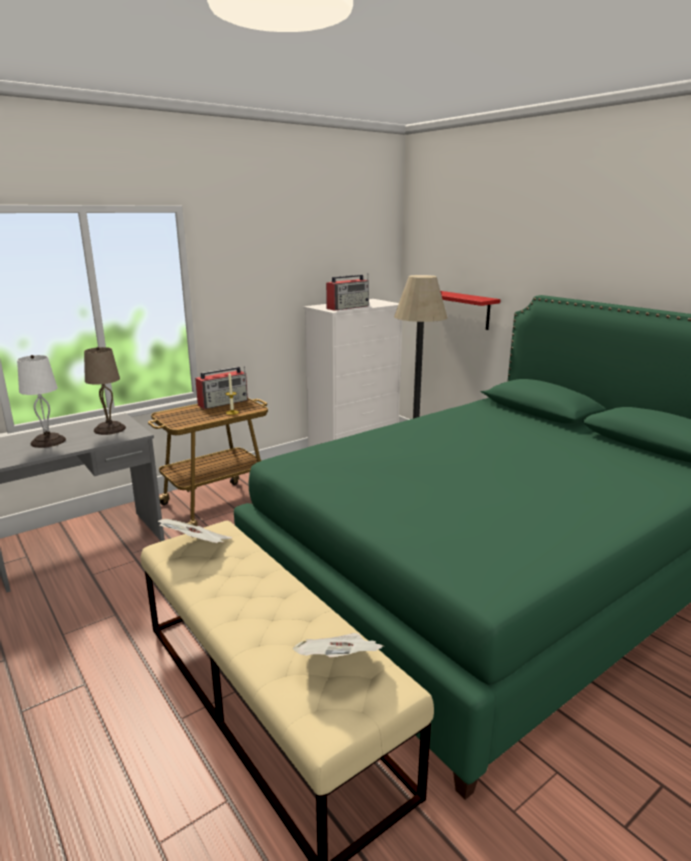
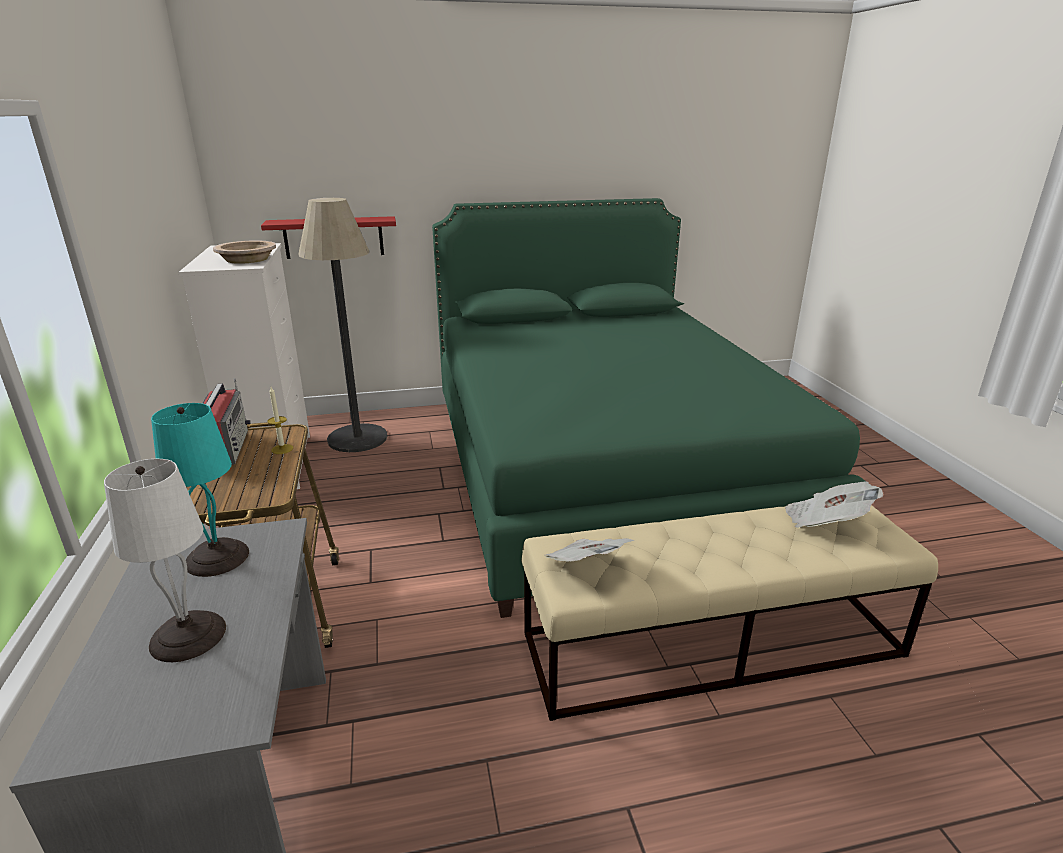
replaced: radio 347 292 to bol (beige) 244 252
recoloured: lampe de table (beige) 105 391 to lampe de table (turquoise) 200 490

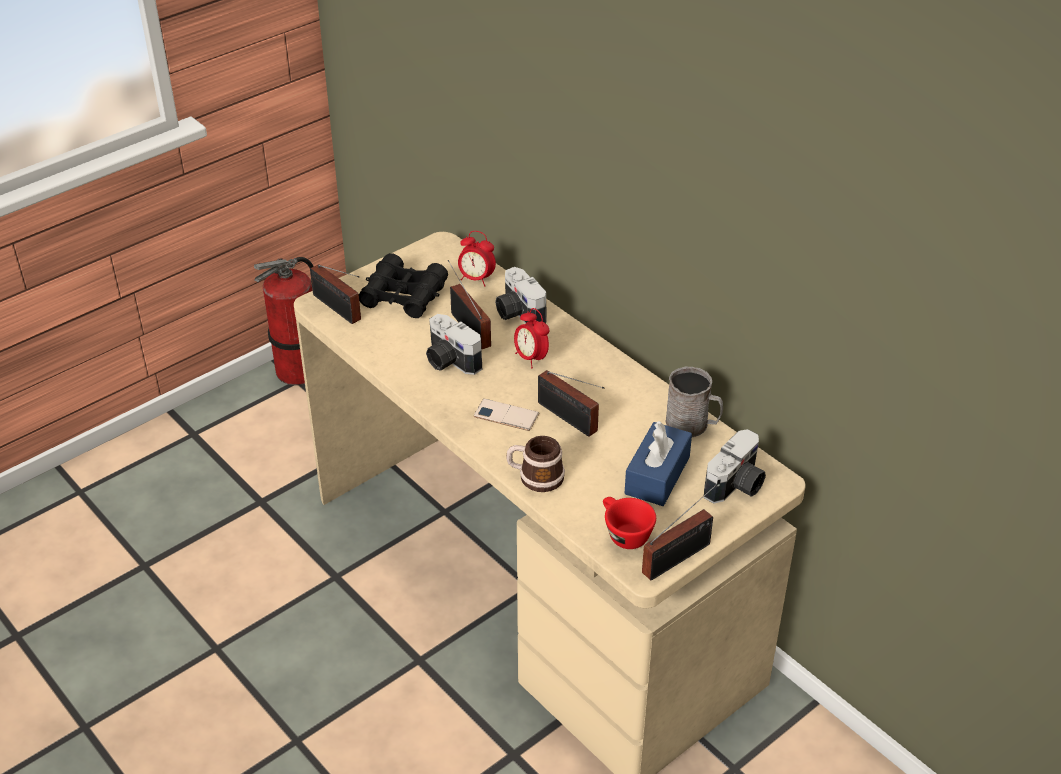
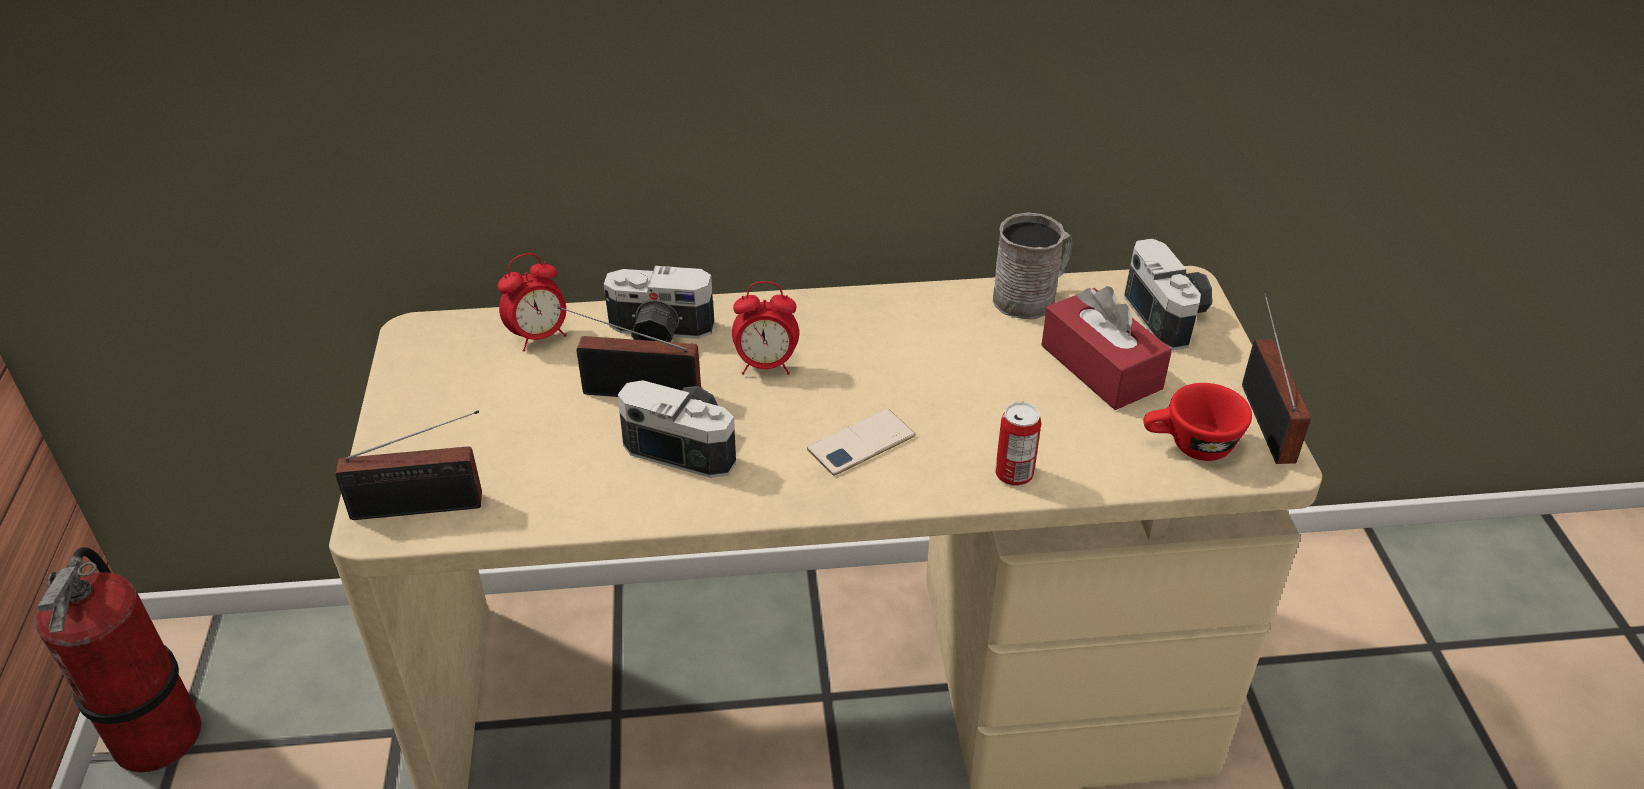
removed: jumelles (noir) 403 285; radio 571 403
replaced: mug 535 464 to boîte métallique 1018 444
recoloured: boîte à mouchoirs (bleu) 658 463 to boîte à mouchoirs (rouge) 1106 348
turned: appareil photo 454 344 = 676 429 150 degrees counterclockwise

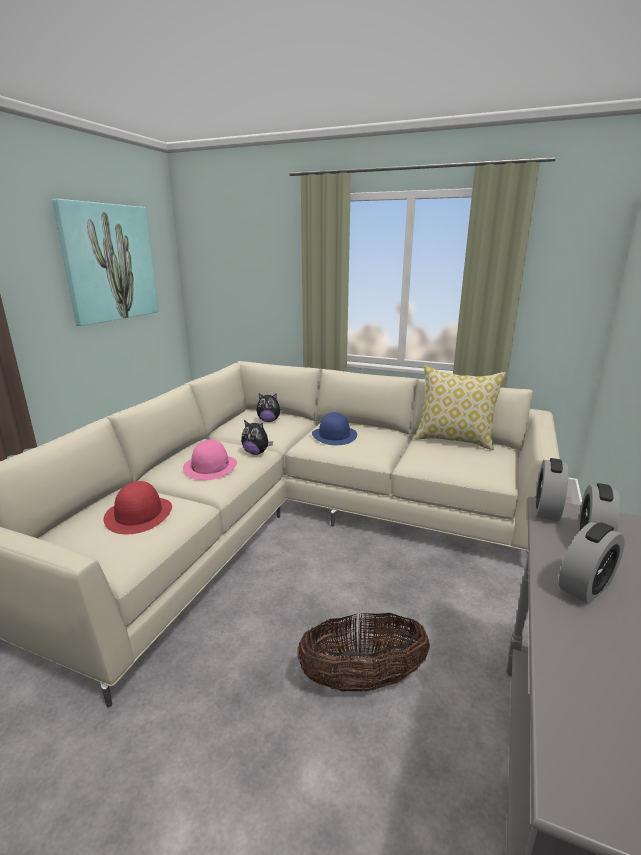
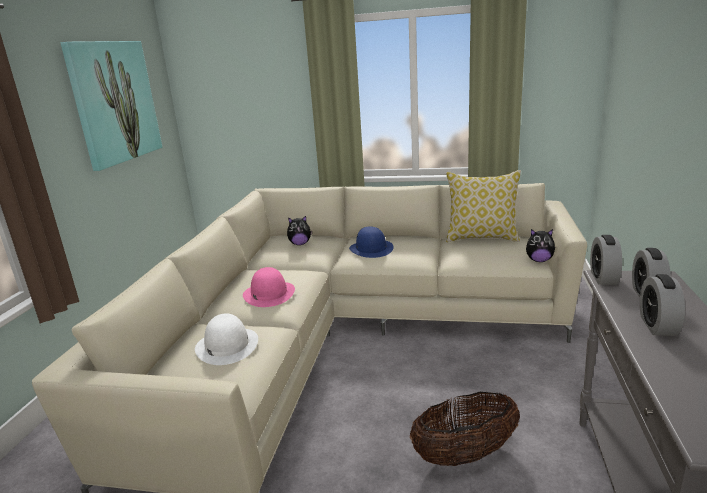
moved: peluche 257 437 to 540 245
recoloured: chapeau (rouge) 138 507 to chapeau (blanc) 226 339
turned: réveil 592 563 = 662 305 150 degrees clockwise

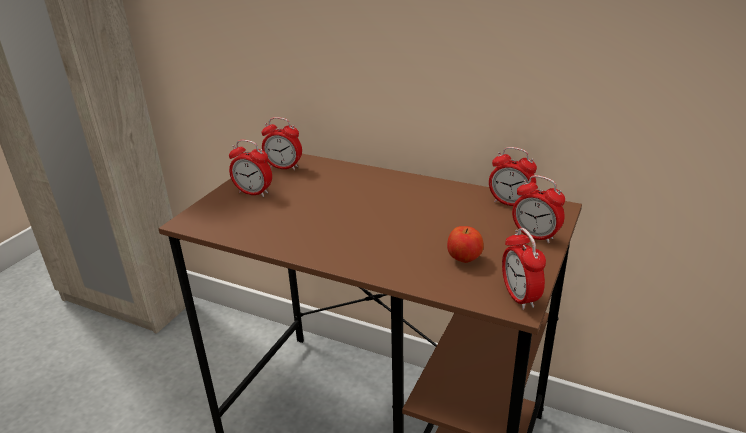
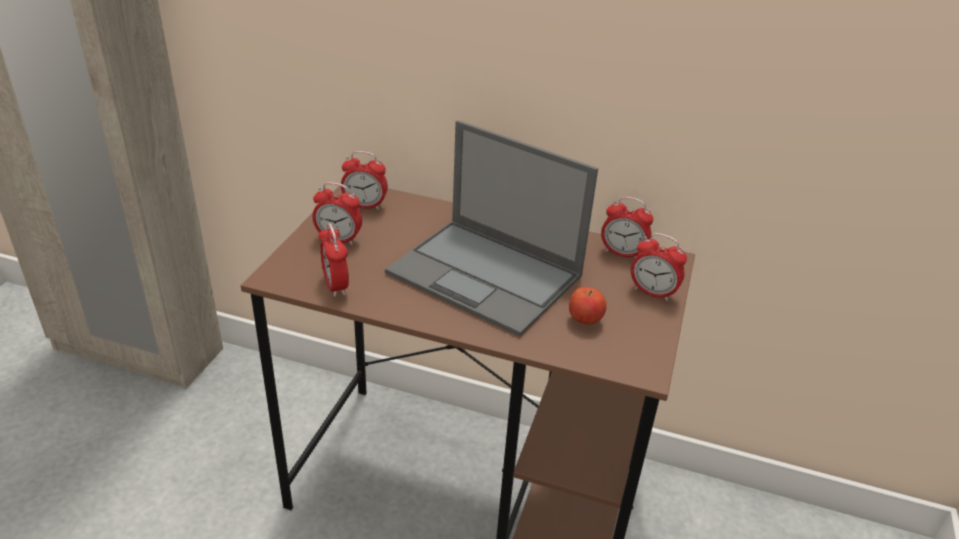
added: ordinateur portable 491 228
moved: réveil 524 269 to 333 260

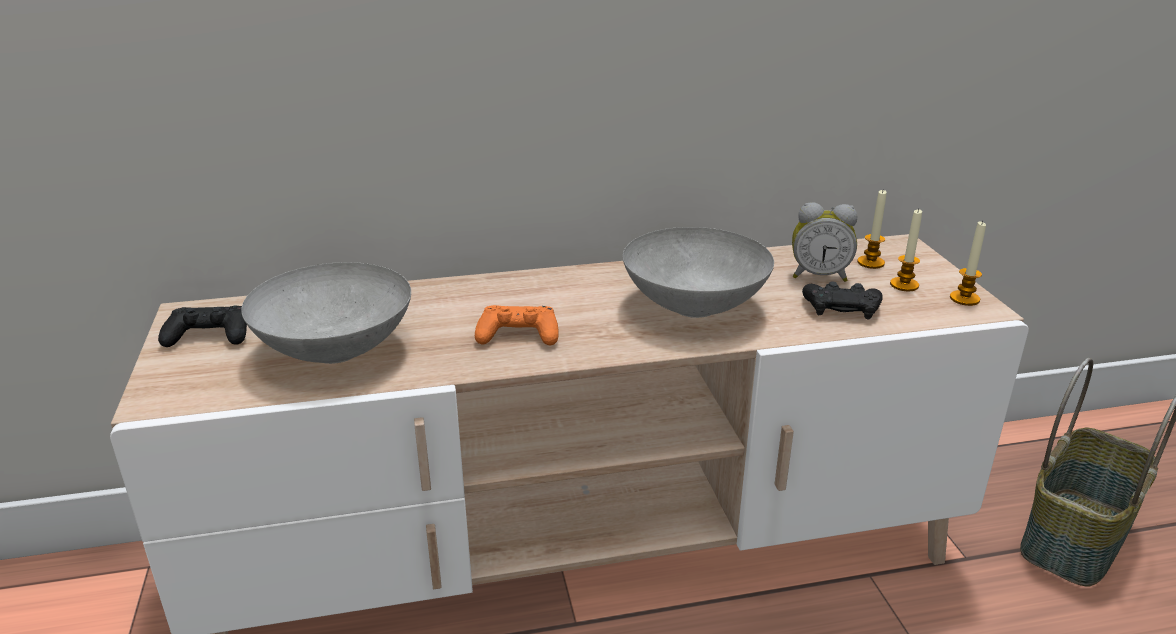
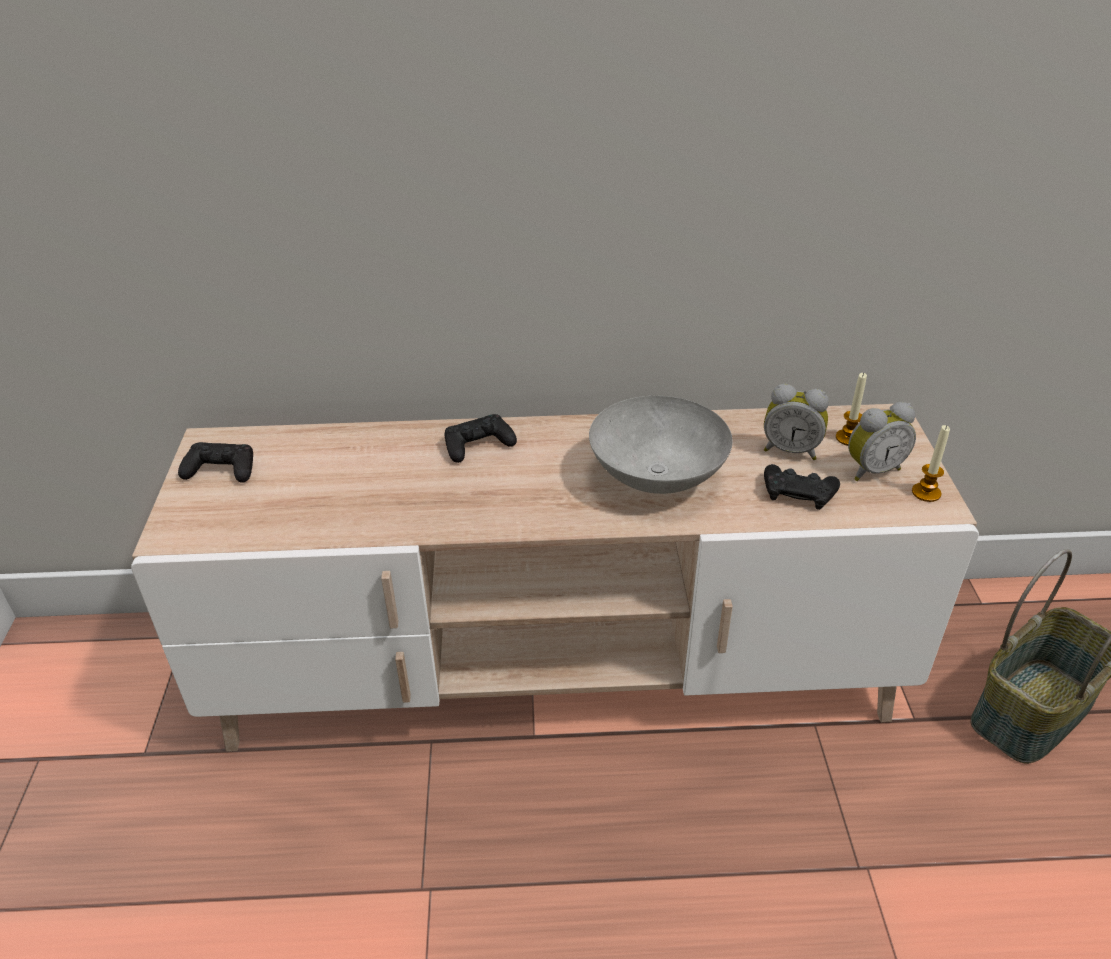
removed: bol (gris) 326 313; manette (orange) 517 325
added: manette (noir) 481 438
replaced: bougie 906 250 to réveil 882 441

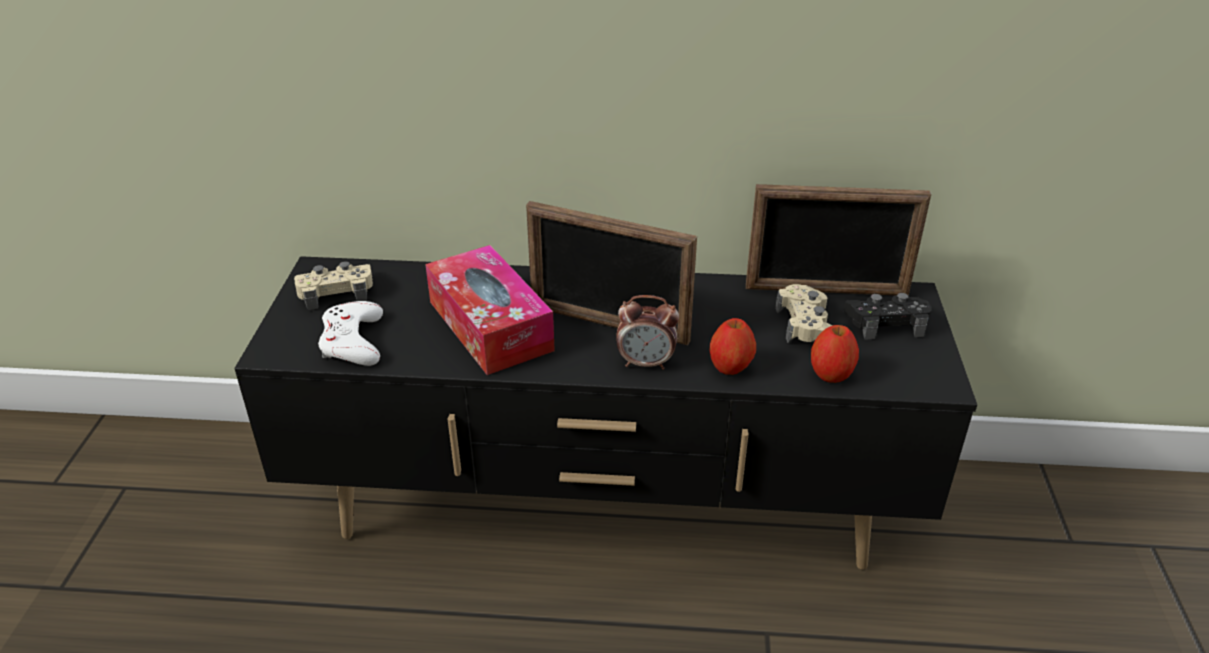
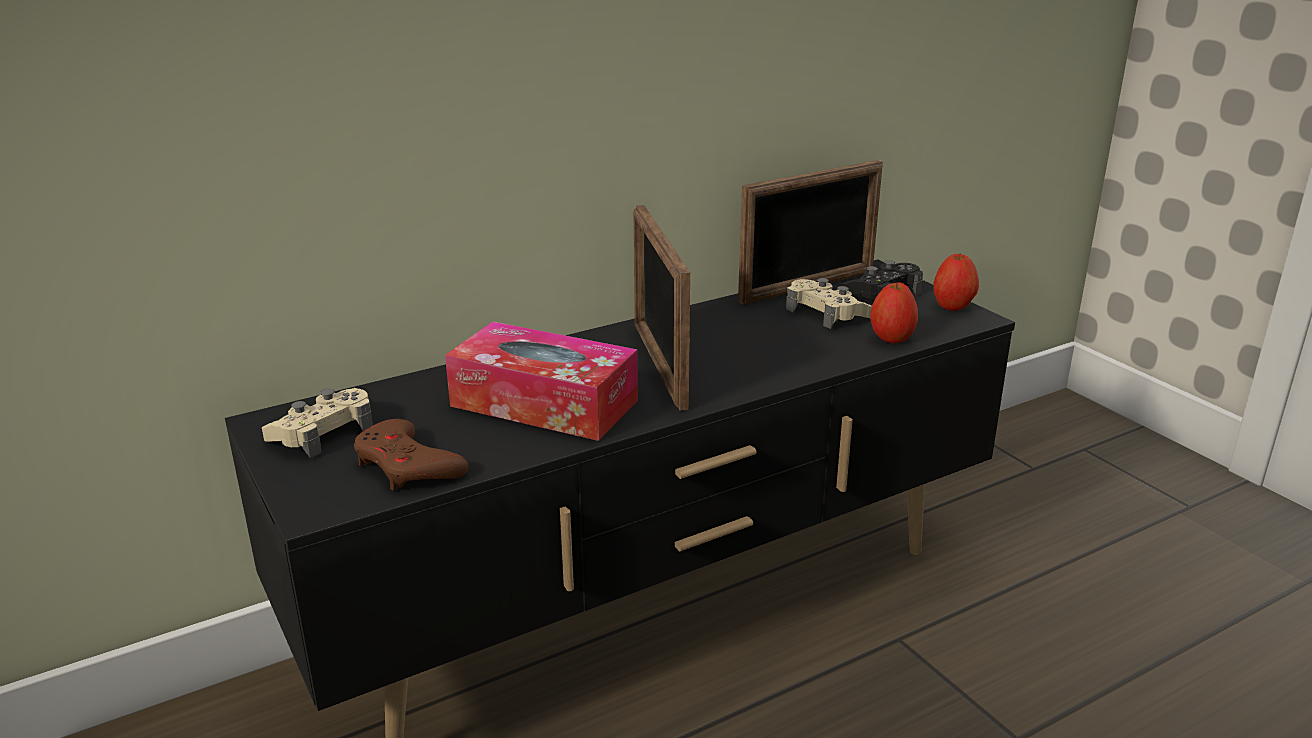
removed: réveil 647 332
moved: pomme 732 346 to 956 282
recoloured: manette (blanc) 350 333 to manette (marron) 411 454
turned: cadre photo 611 273 = 661 308 90 degrees clockwise

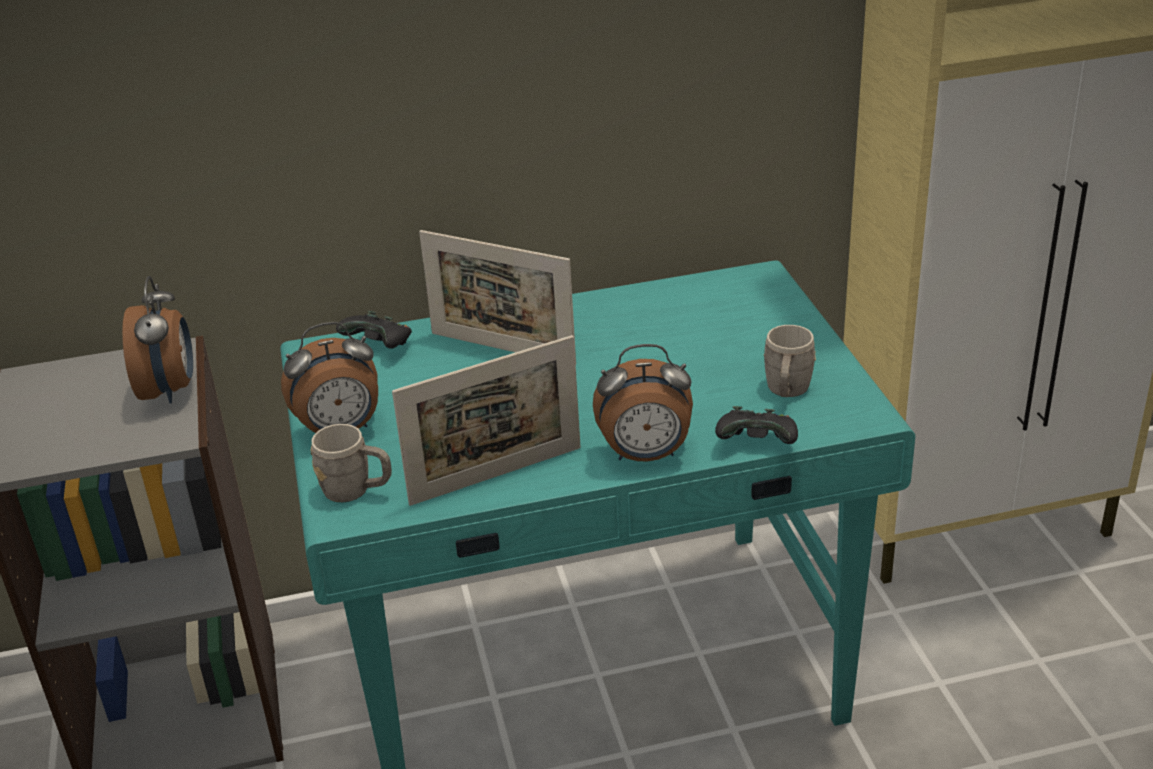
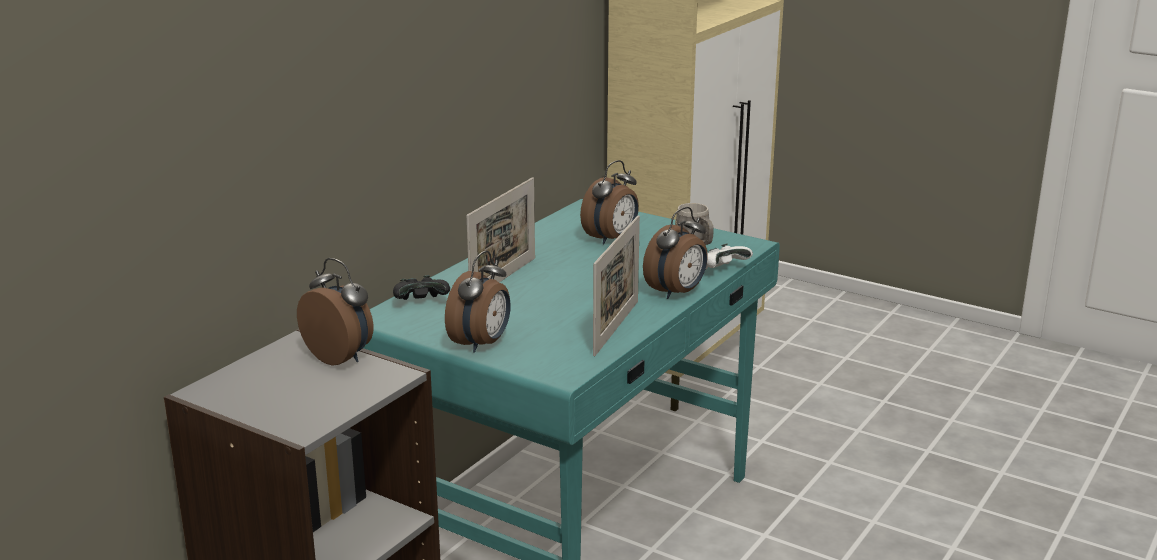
removed: mug (gris) 351 463
added: réveil 609 202
recoloured: manette (noir) 756 425 to manette (blanc) 729 256
turned: cadre photo 497 296 = 500 229 45 degrees counterclockwise

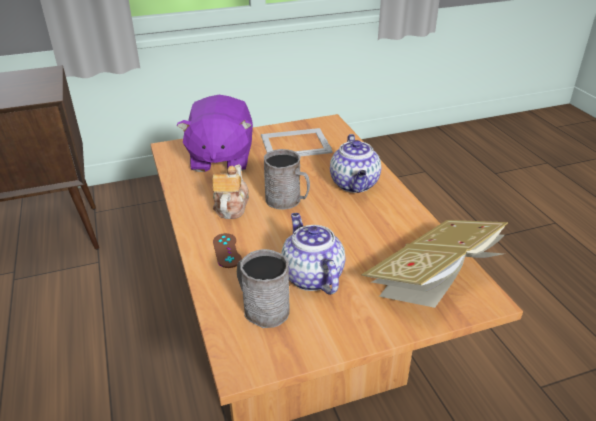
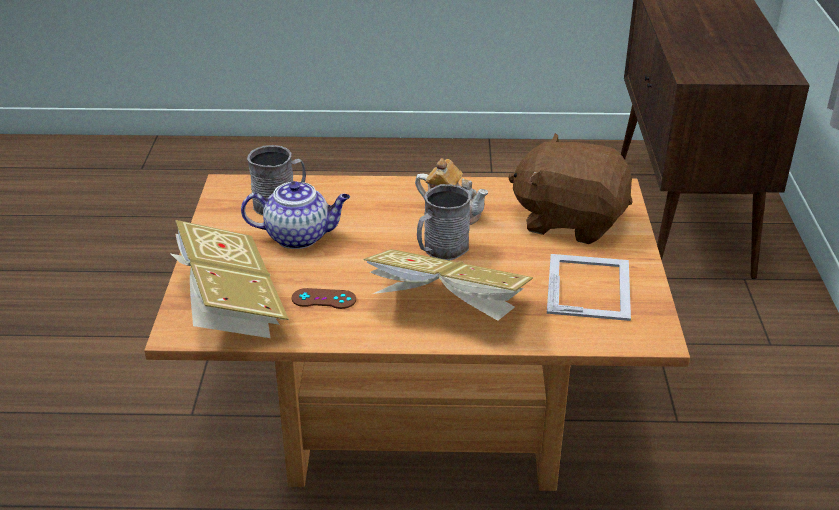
moved: manette (marron) 227 250 to 324 298
replaced: théière 355 163 to livre 448 285
recoloured: peluche (violet) 214 133 to peluche (marron) 570 188

